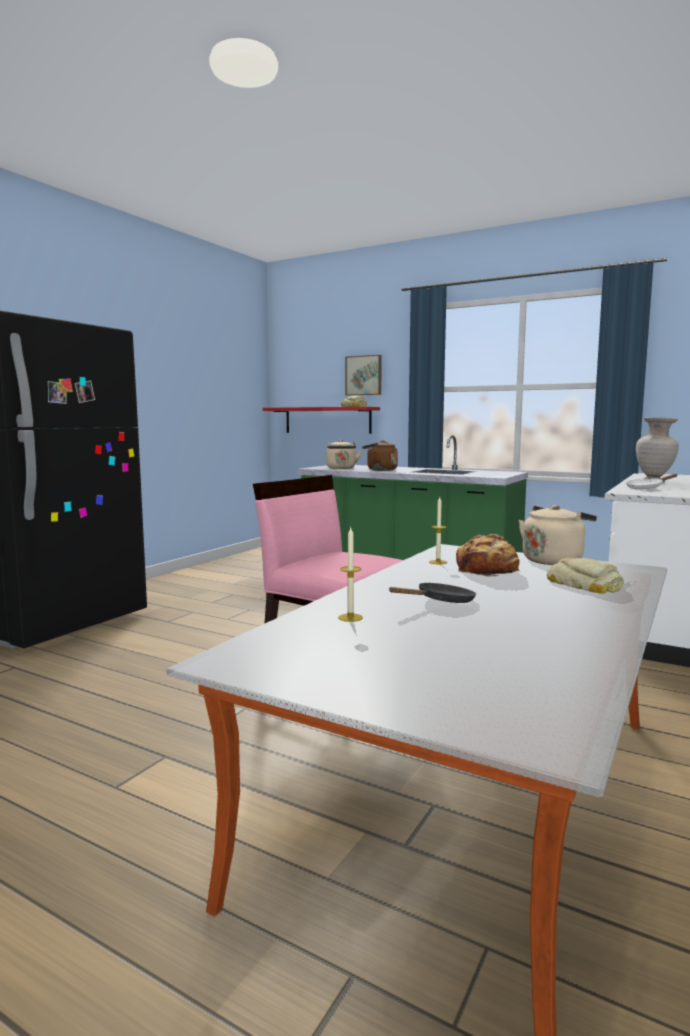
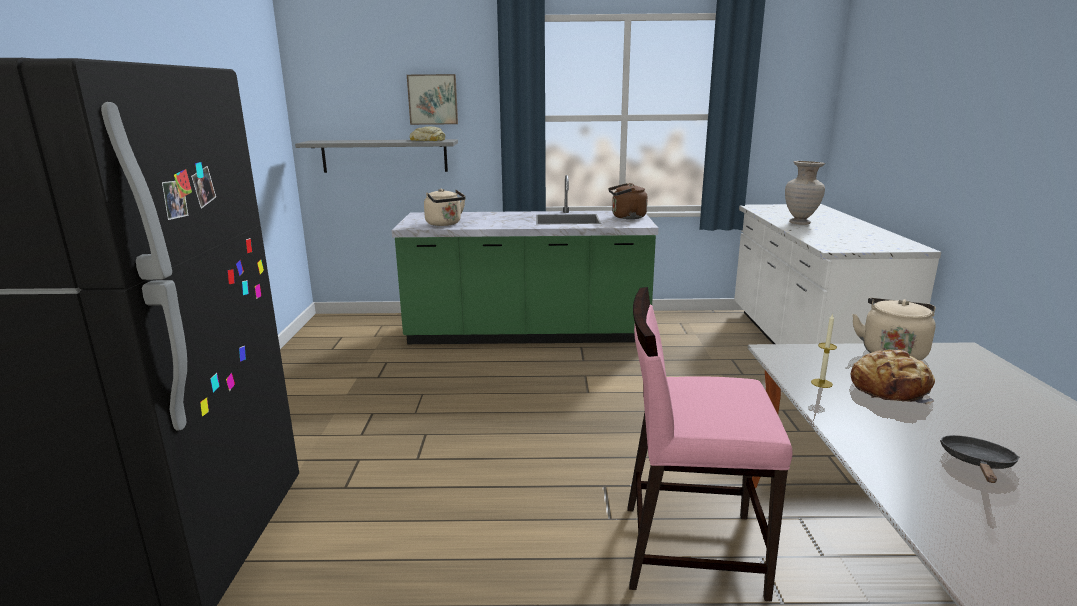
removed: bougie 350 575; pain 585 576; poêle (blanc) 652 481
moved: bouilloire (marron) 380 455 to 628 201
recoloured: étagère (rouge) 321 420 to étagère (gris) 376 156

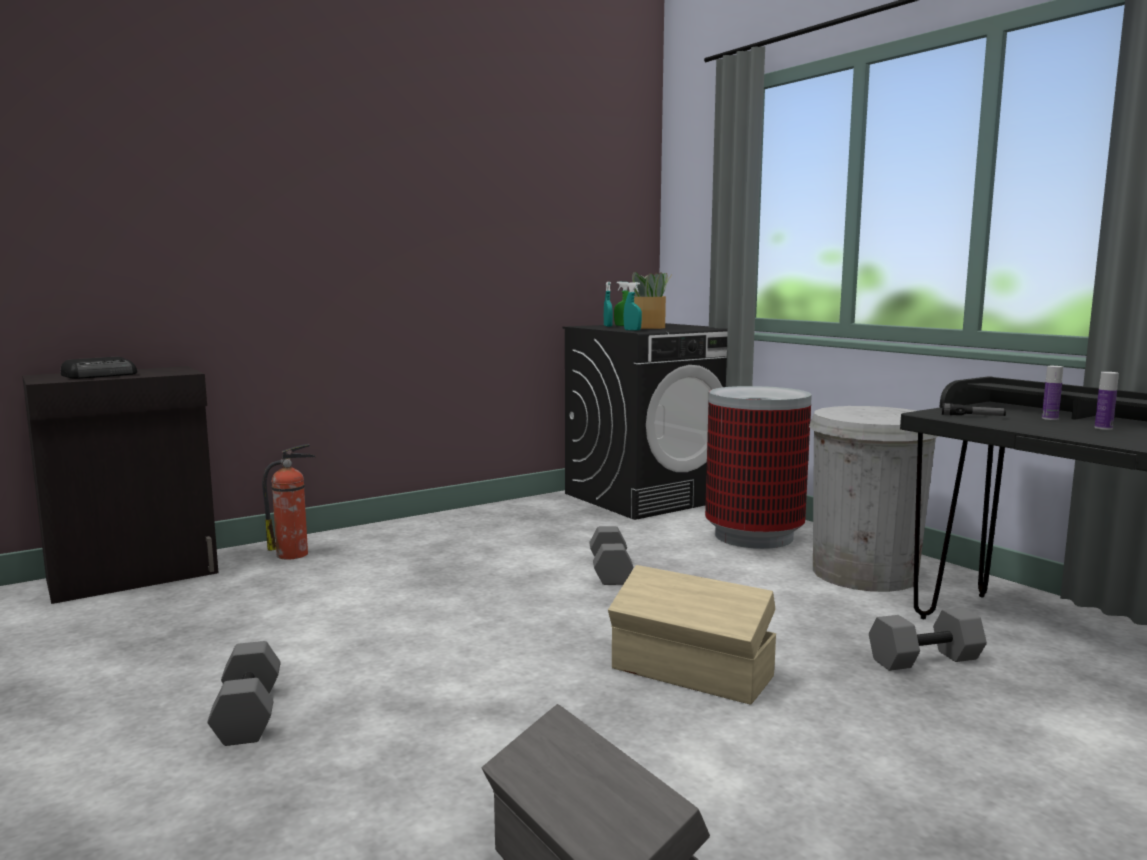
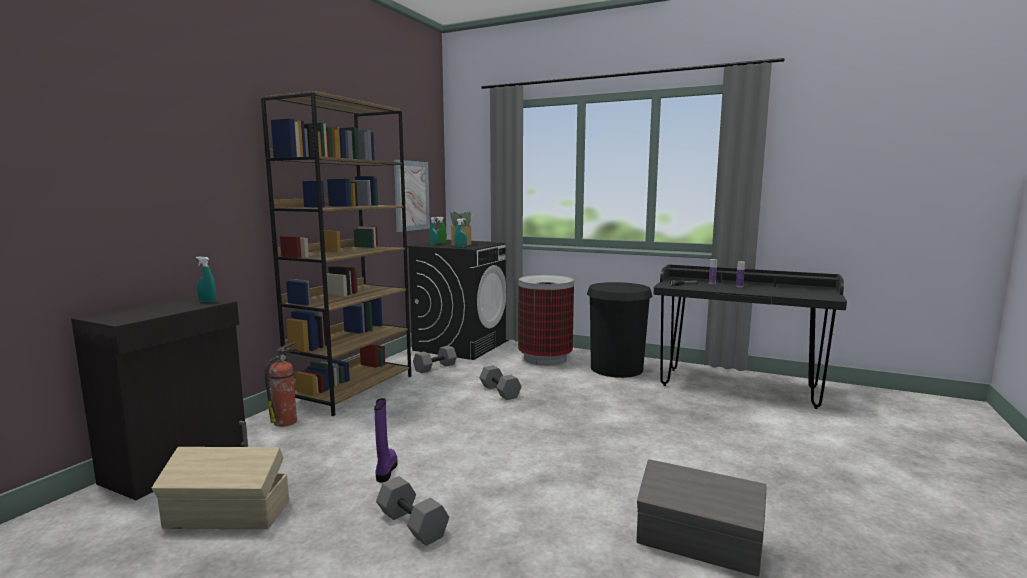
removed: radio 99 368
added: vaporisateur (turquoise) 206 279; bibliothèque (marron) 336 253; botte (violet) 386 440; tableau 412 196
moved: boîte de rangement (beige) 692 635 to 220 488; haltère (gris) 928 639 to 435 359
recoloured: poubelle (blanc) 874 499 to poubelle (noir) 620 330

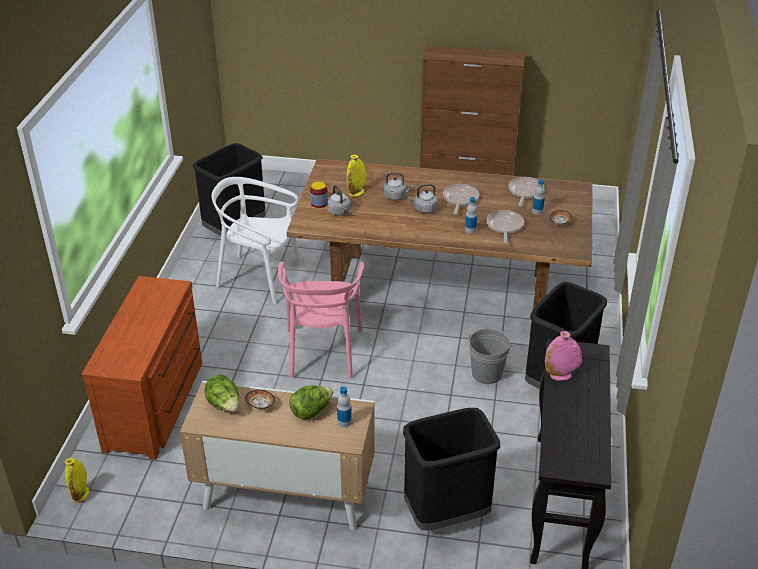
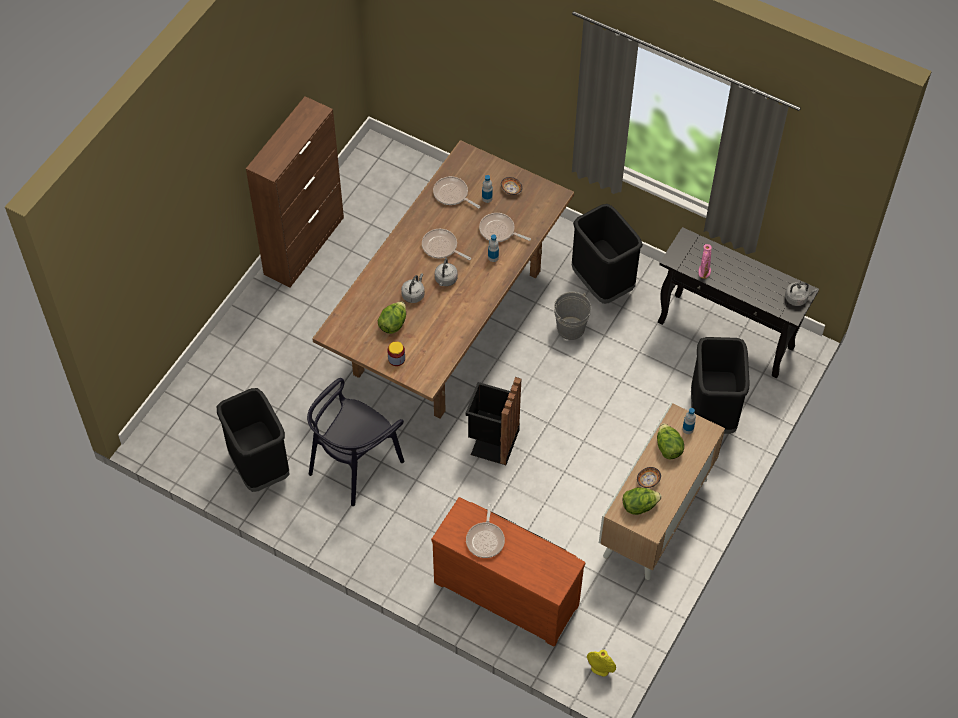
added: poêle 485 530
moved: bouilloire (gris) 339 200 to 801 294
replaced: vase (jaune) 356 176 to laitue 392 317; chaise (rose) 321 320 to poubelle (noir) 493 421
recoloured: chaise (blanc) 257 240 to chaise (noir) 355 442

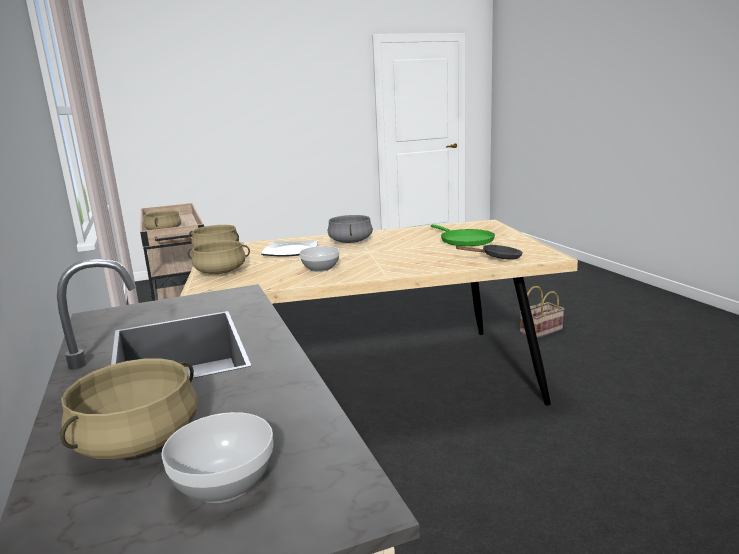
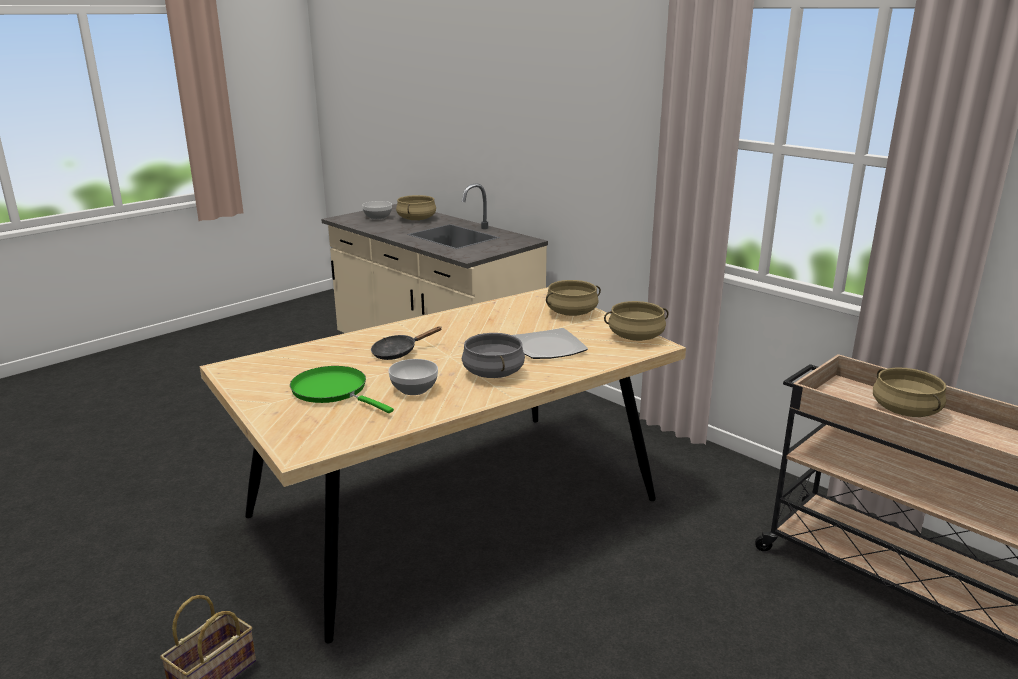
moved: poêle (noir) 489 252 to 406 343; bol 319 259 to 413 377

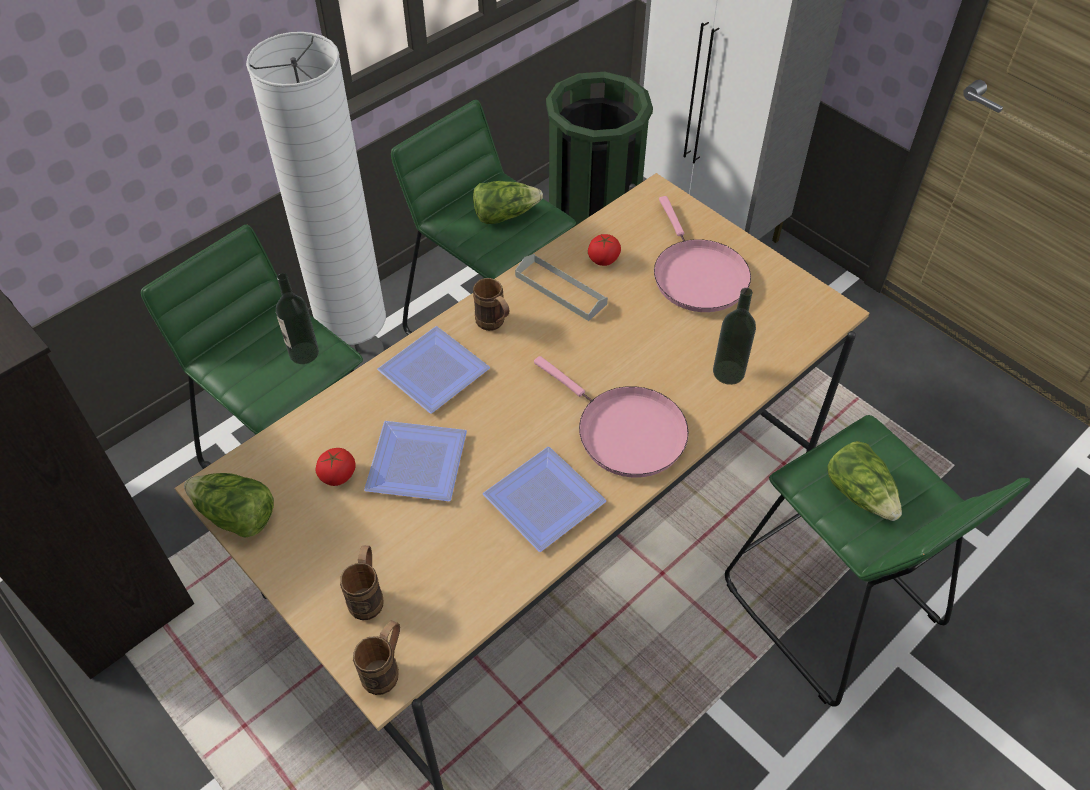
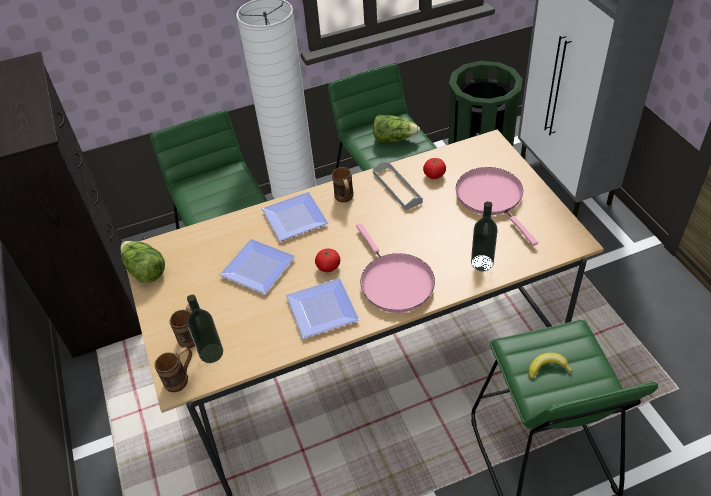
moved: bouteille 297 318 to 205 329; tomate 335 467 to 327 260
replaced: laitue 864 481 to banane 550 366
turned: poêle (rose) 702 254 = 497 206 150 degrees clockwise

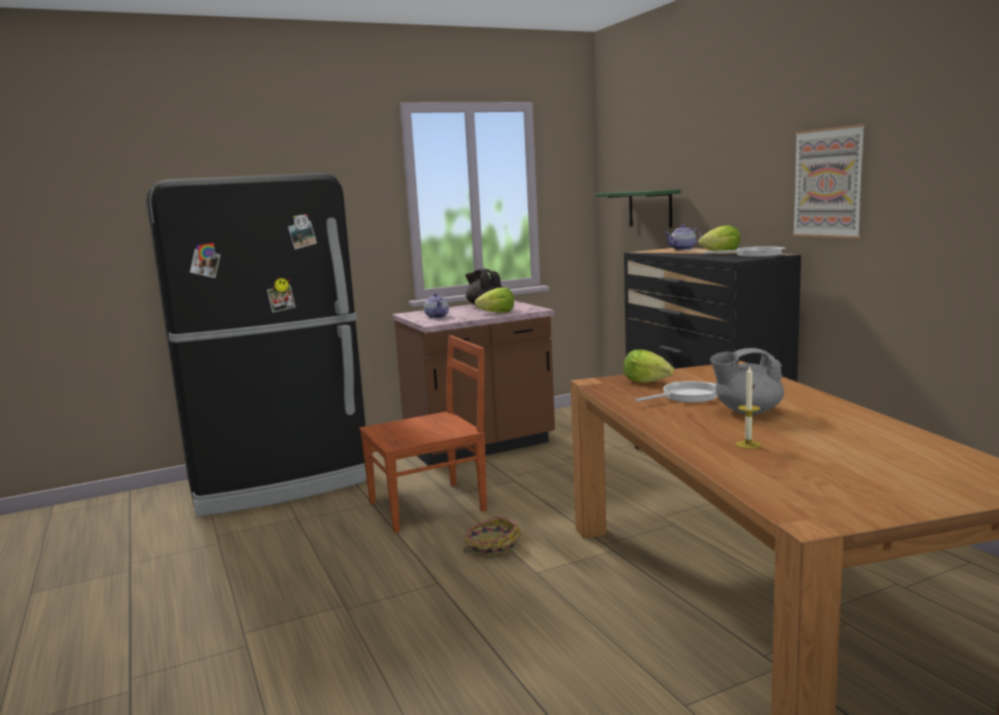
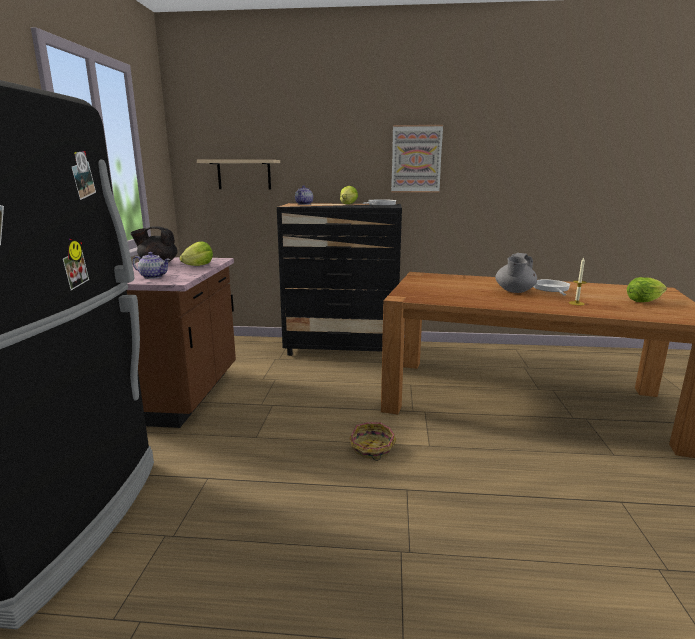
removed: chaise (marron) 423 434
moved: poêle 676 392 to 552 287; laitue 648 366 to 647 289
recoloured: étagère (vert) 638 209 to étagère (beige) 238 175

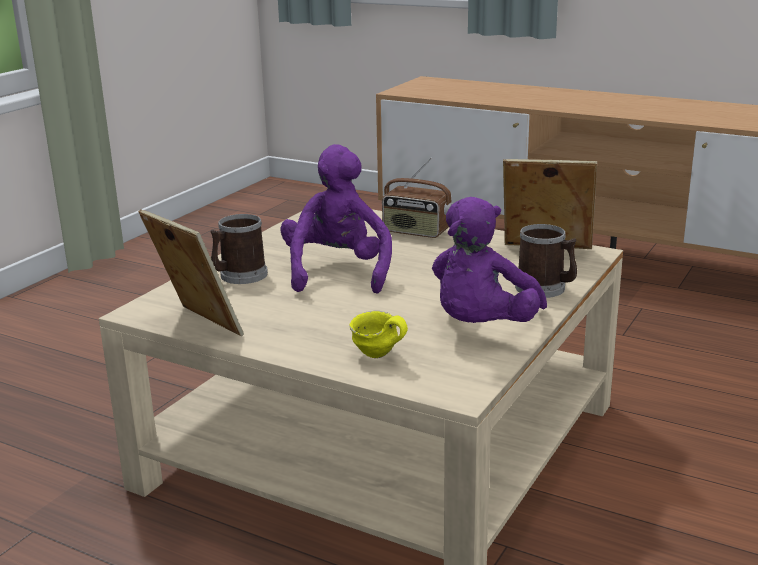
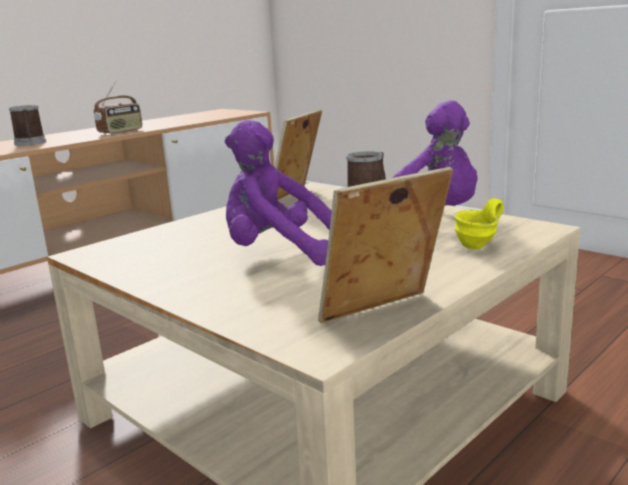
moved: mug 239 249 to 27 125; radio 417 198 to 118 108

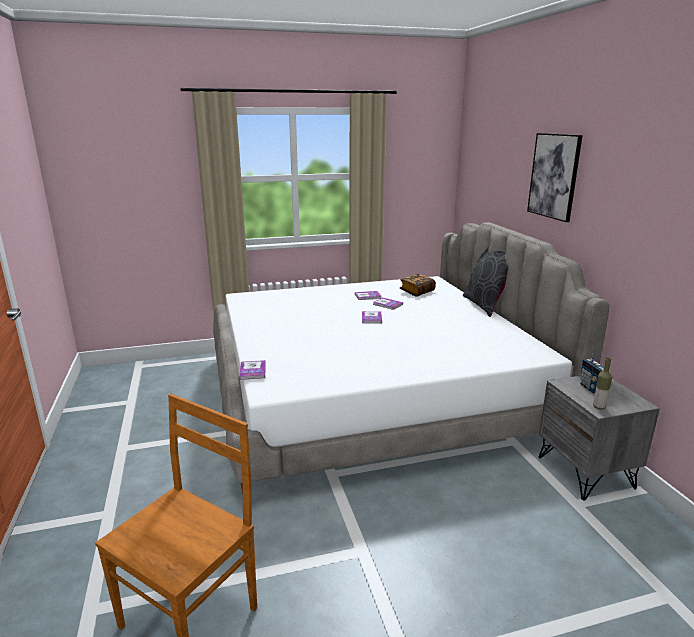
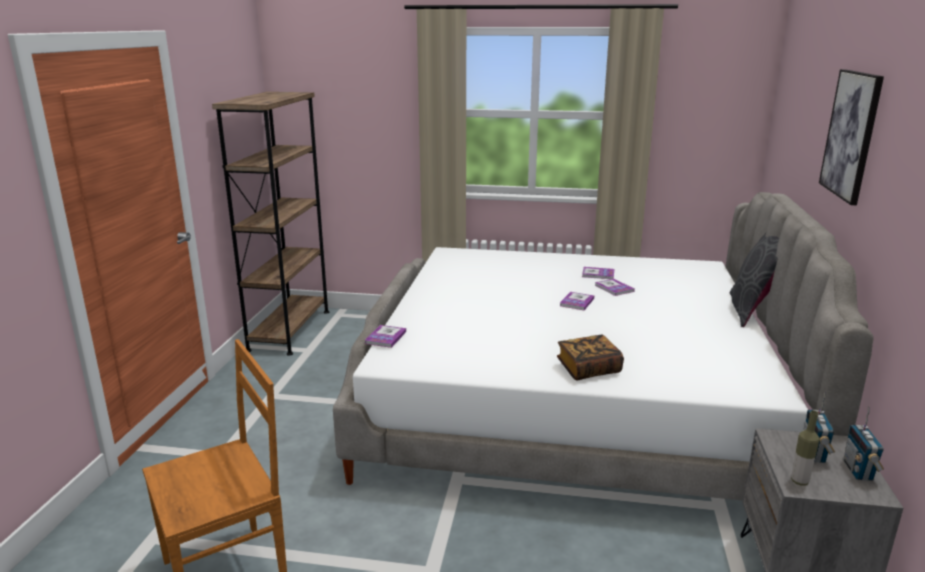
added: bibliothèque (marron) 270 224; radio 863 443
moved: livre 418 285 to 590 357

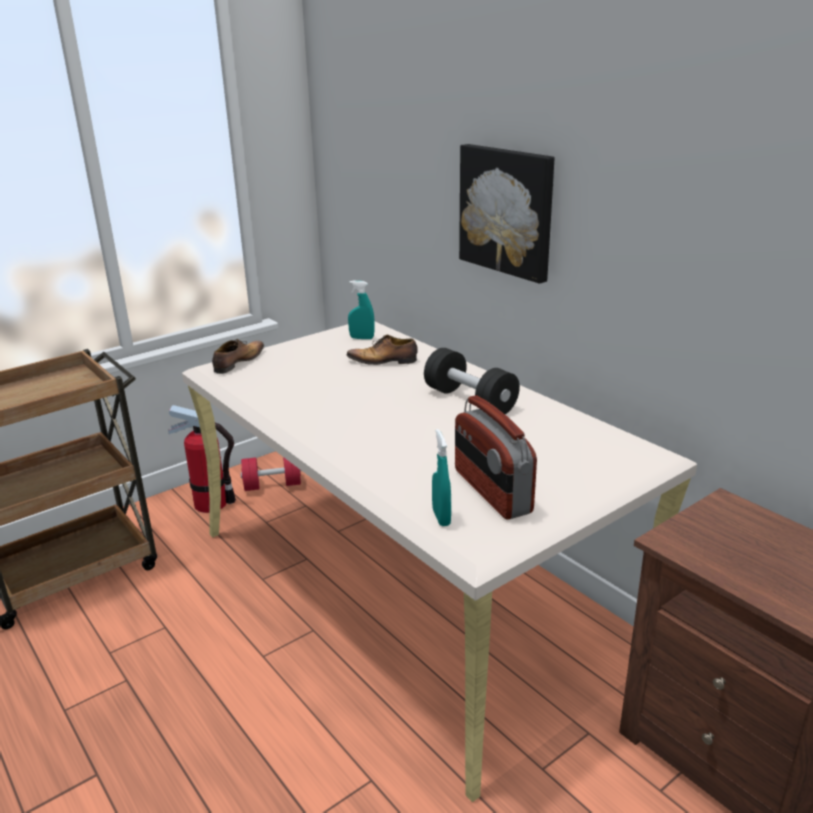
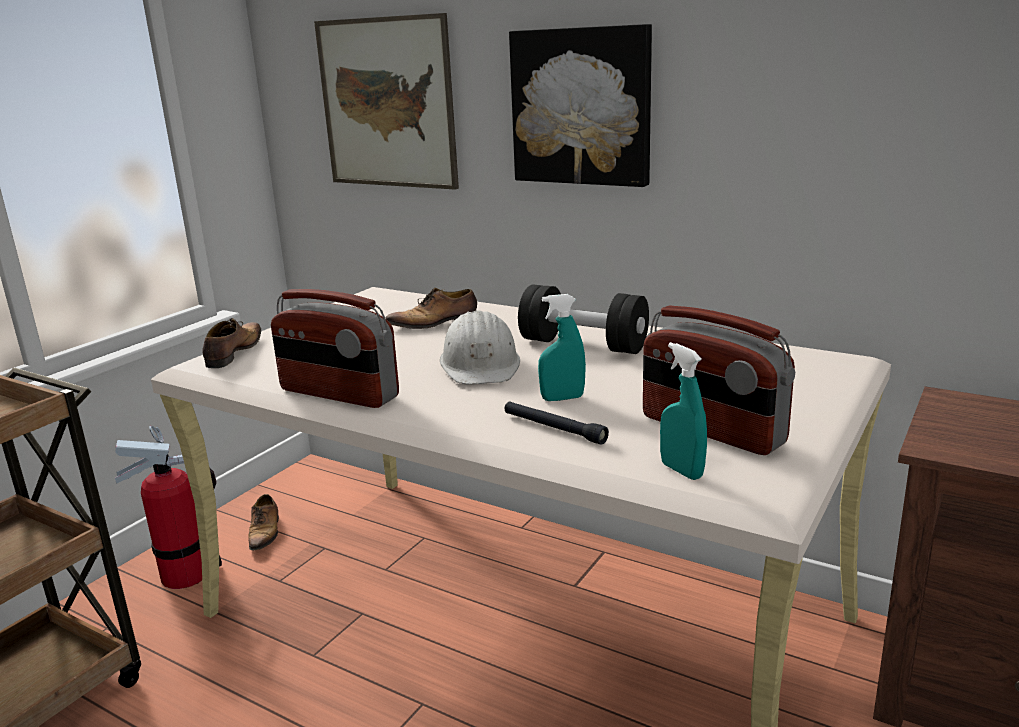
added: radio 335 348; tableau 386 101; casque de chantier (blanc) 480 347; lampe de poche (noir) 556 423
moved: vaporisateur (turquoise) 361 310 to 562 347
replaced: haltère (rouge) 270 474 to chaussure 263 522

